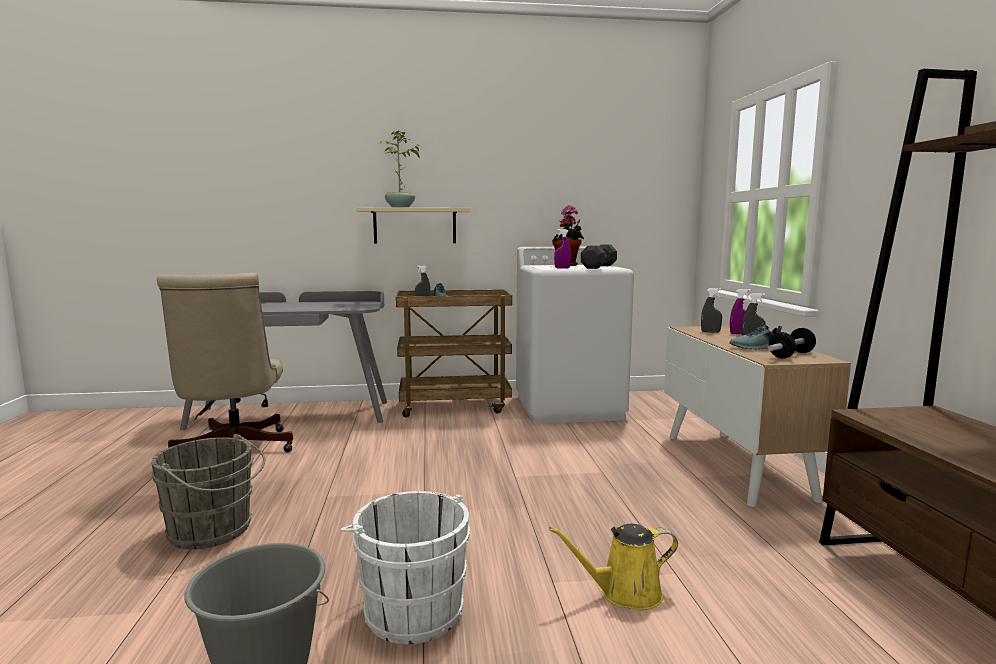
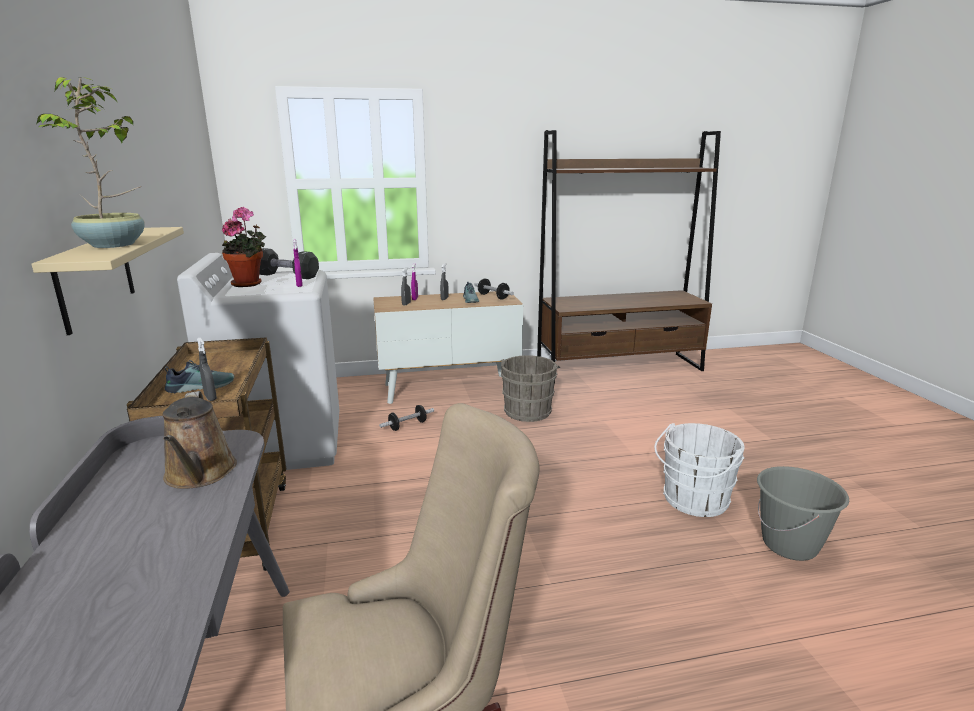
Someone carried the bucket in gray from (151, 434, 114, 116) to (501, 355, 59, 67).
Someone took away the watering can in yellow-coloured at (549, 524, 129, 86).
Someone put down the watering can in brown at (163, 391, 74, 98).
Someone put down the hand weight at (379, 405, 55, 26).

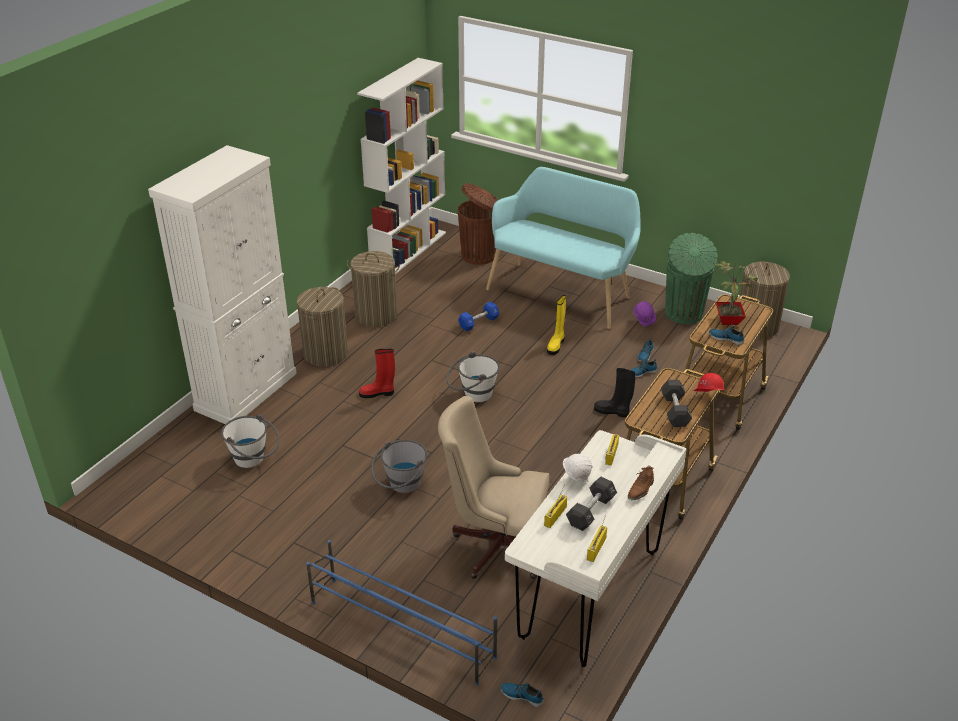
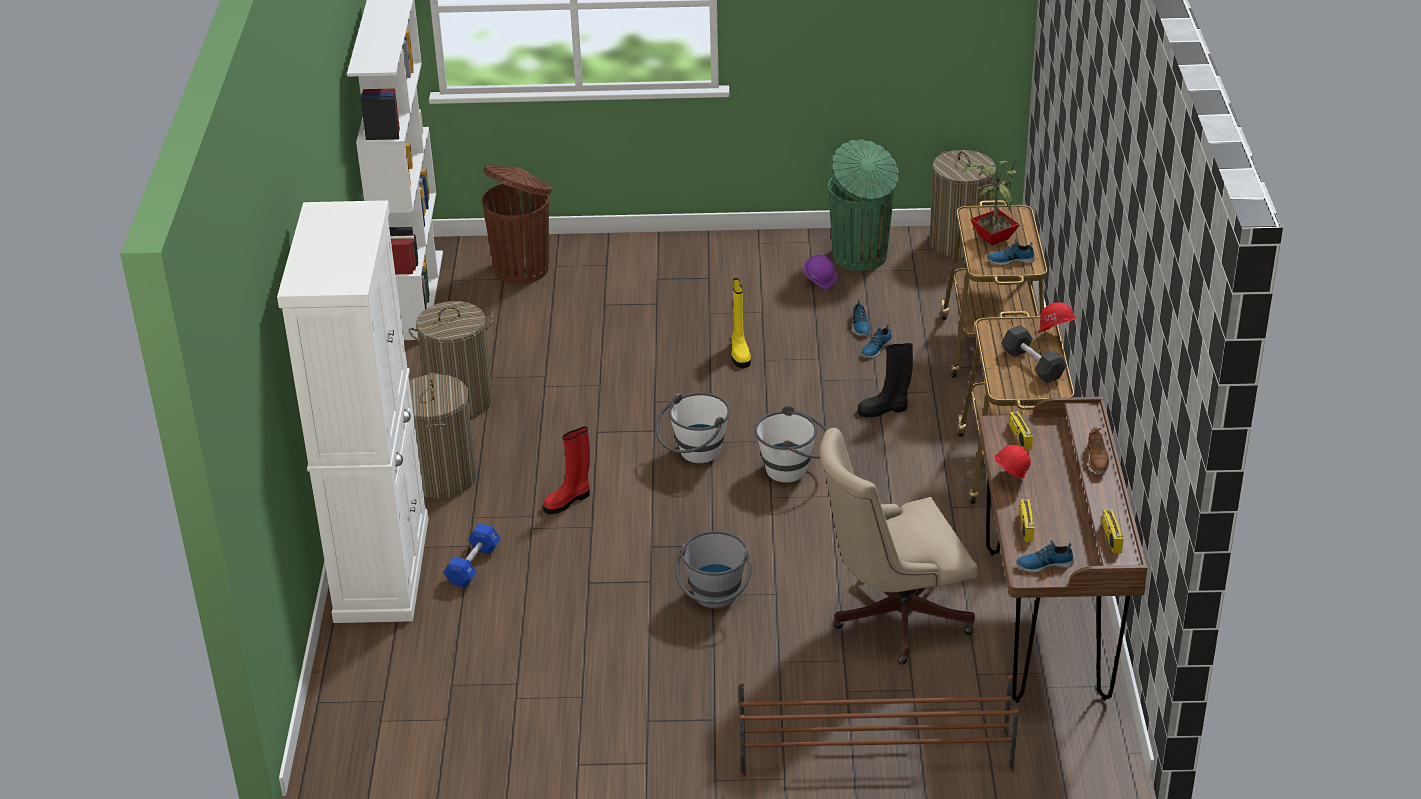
Someone took away the long seat in blue-green at (486, 167, 155, 162).
Someone carried the hand weight in blue-coloured from (458, 302, 41, 29) to (444, 523, 57, 65).
Someone carried the bucket in white from (221, 414, 59, 54) to (754, 405, 74, 78).
Someone repainted the desk table in white at (505, 430, 182, 237), which became the desk table in brown at (979, 397, 168, 306).
Someone repainted the work helmet in white at (563, 454, 29, 28), which became the work helmet in reddish at (994, 445, 37, 33).
Someone took away the hand weight in black-coloured at (566, 476, 51, 55).
Someone repainted the shoe shelf in blue-coloured at (306, 540, 191, 145), which became the shoe shelf in brown at (739, 675, 280, 102).
Someone carried the item of footwear from (501, 682, 43, 25) to (1016, 540, 58, 32).

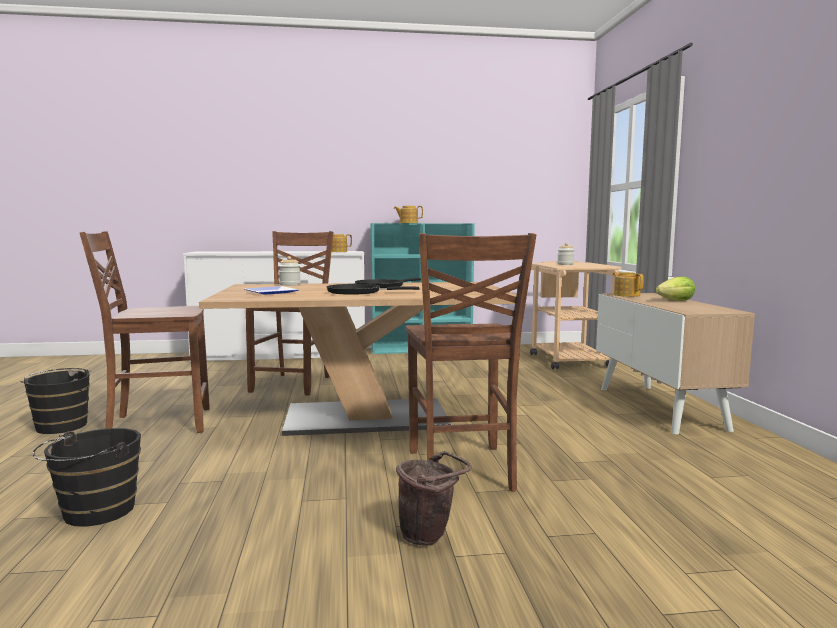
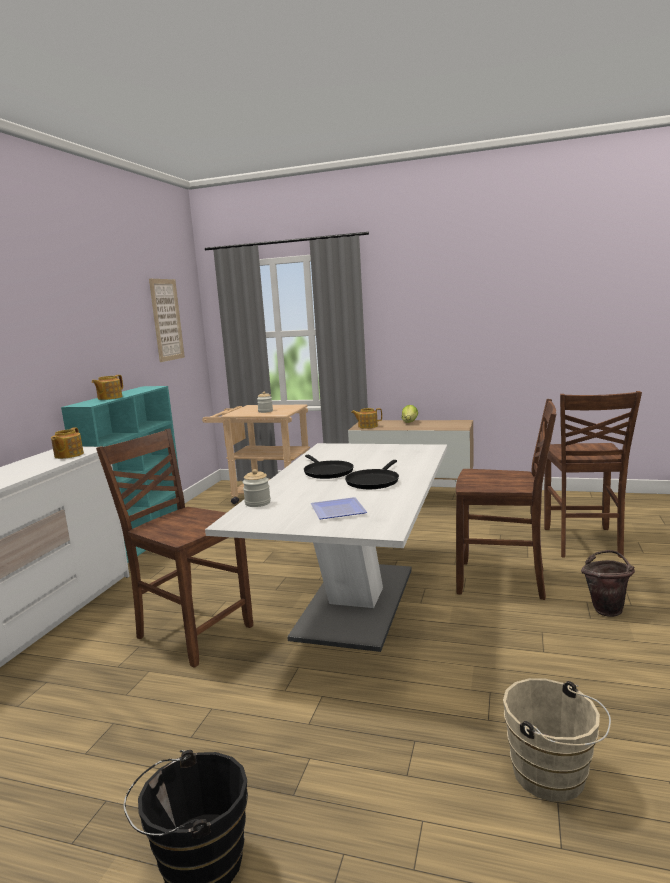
Someone carried the chair in brown from (80, 231, 130, 202) to (544, 391, 98, 167).
Someone repainted the dinner table in brown at (199, 282, 318, 154), which became the dinner table in white at (205, 443, 242, 209).
Someone repainted the bucket in black-coloured at (33, 428, 108, 99), which became the bucket in beige at (503, 678, 108, 124).
Someone put up the wall art at (149, 279, 36, 83).

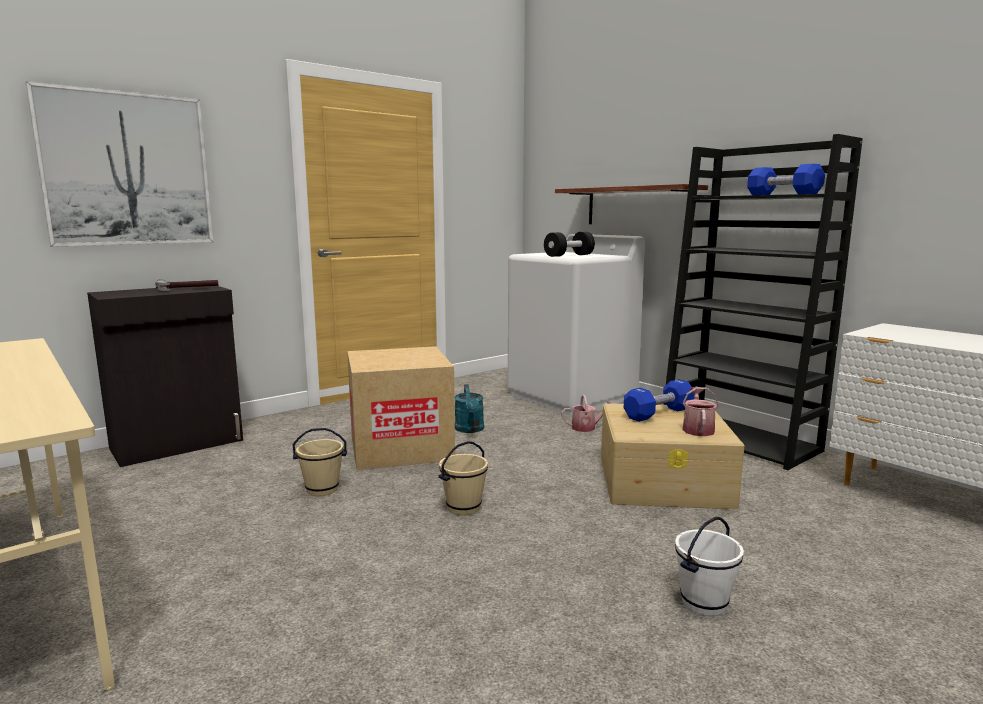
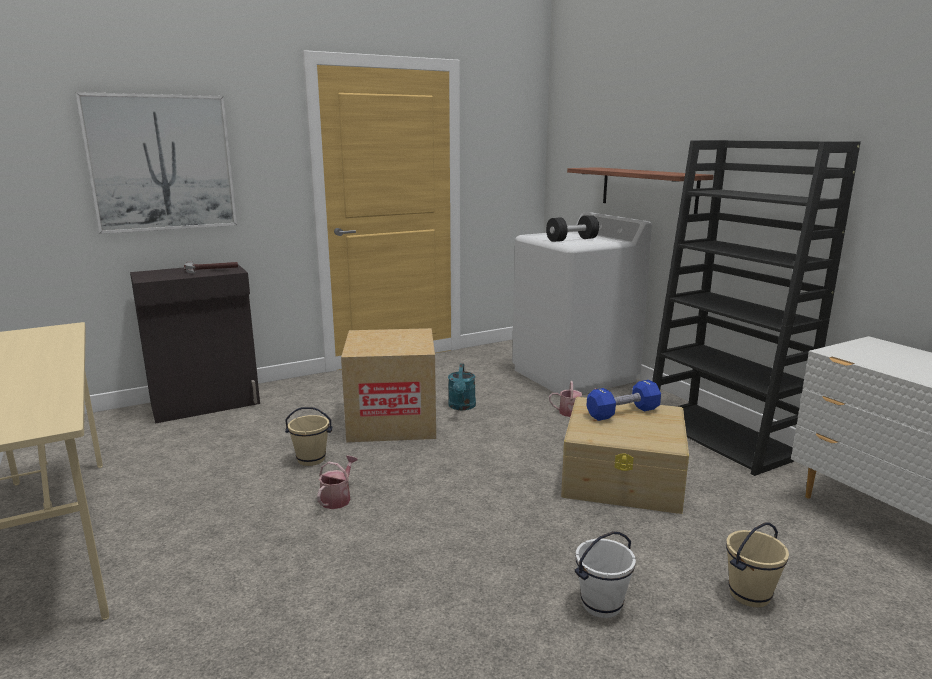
Someone took away the hand weight in blue-coloured at (747, 164, 78, 31).
Someone carried the watering can from (683, 387, 36, 49) to (317, 456, 41, 53).
Someone carried the bucket in beige from (438, 441, 50, 74) to (726, 522, 63, 85).

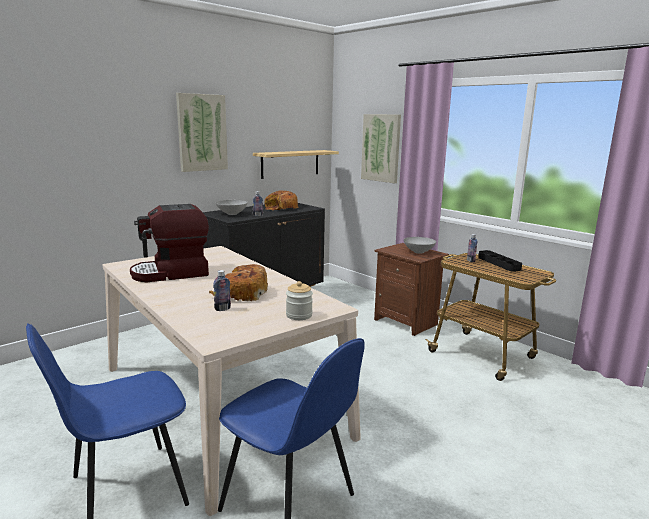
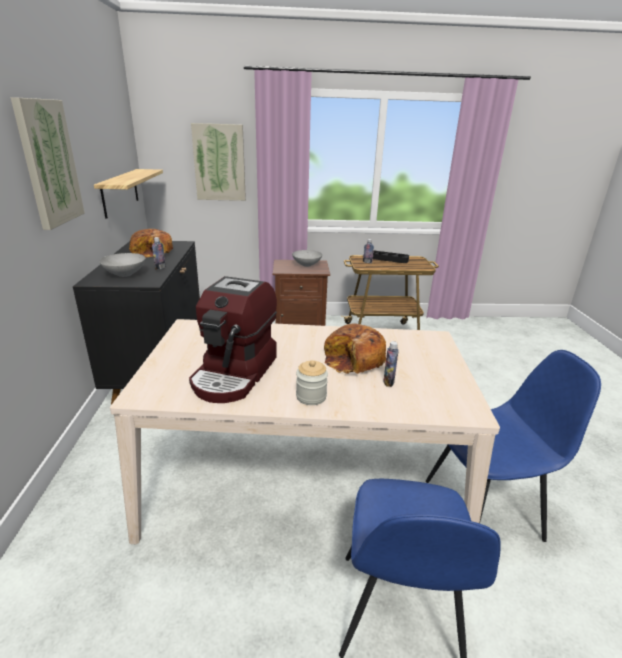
Someone carried the jar from (286, 281, 27, 39) to (296, 360, 32, 45).

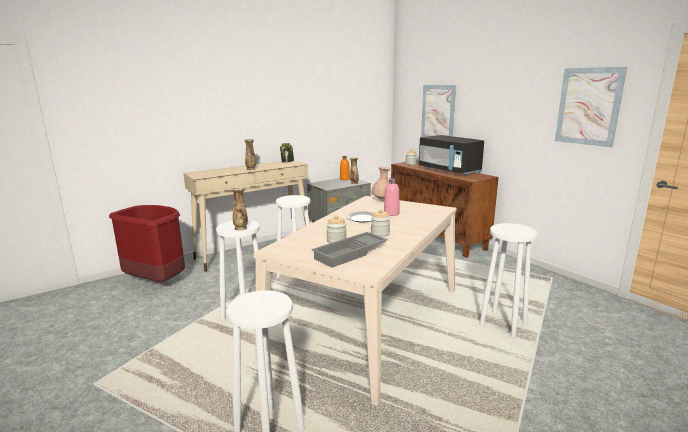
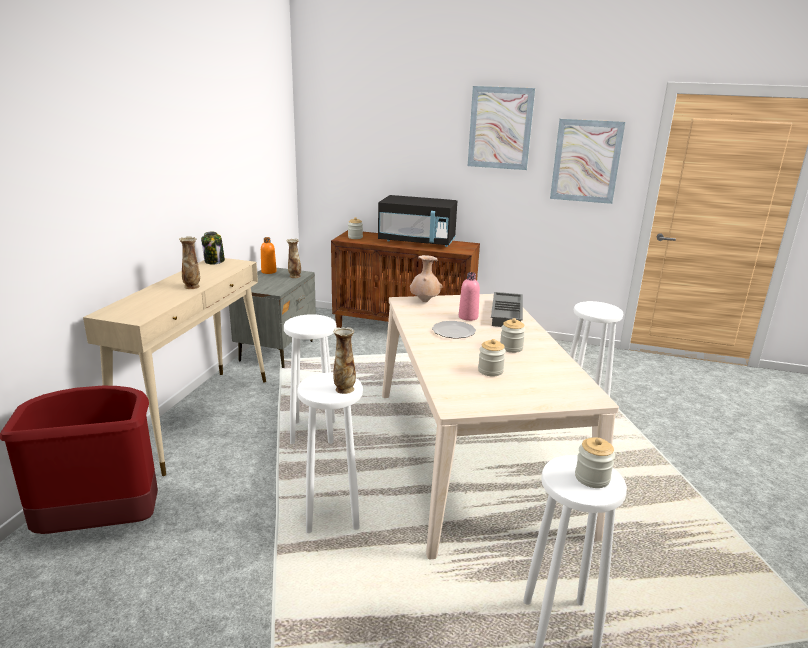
Someone carried the wall art from (421, 85, 35, 52) to (468, 86, 67, 84).
Someone carried the serving tray in gray from (311, 232, 77, 36) to (491, 292, 32, 35).
Someone put down the jar at (575, 437, 40, 51).

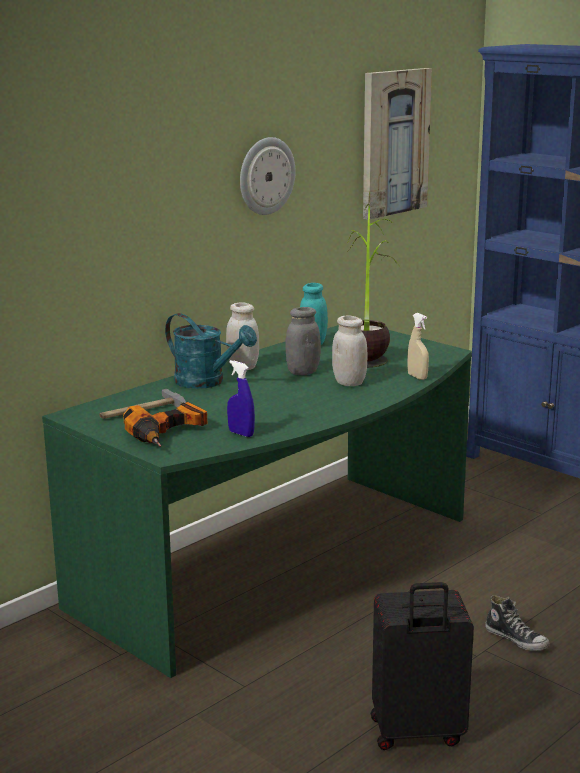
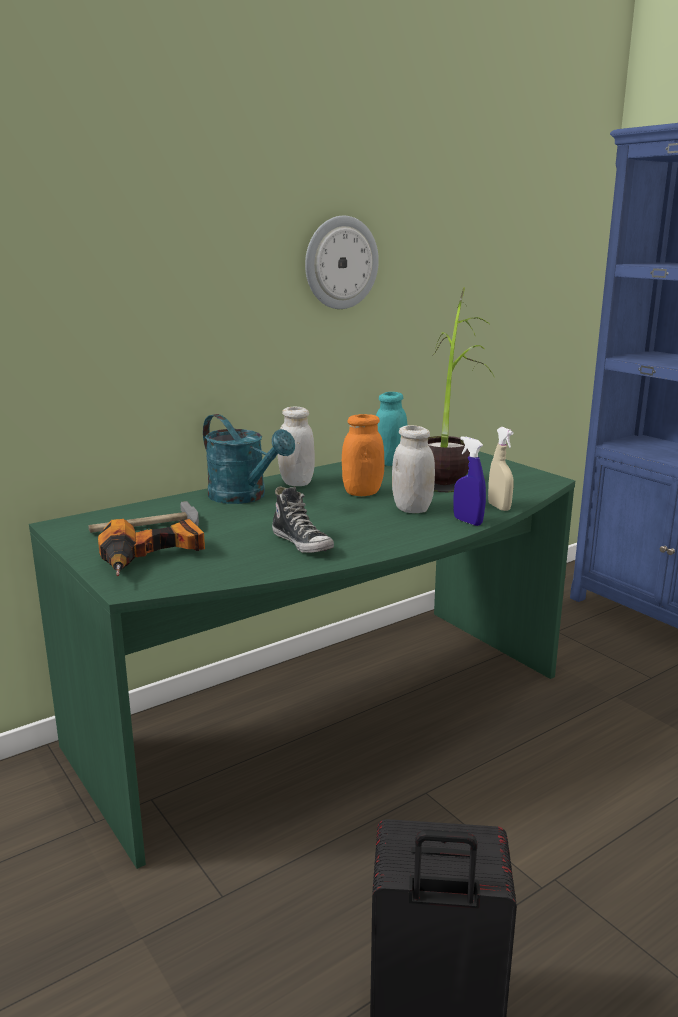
Someone took away the wall art at (363, 68, 69, 151).
Someone repainted the jar in gray at (285, 307, 36, 68), which became the jar in orange-coloured at (342, 414, 42, 82).
Someone carried the spray bottle in blue-coloured from (227, 360, 28, 77) to (453, 436, 33, 90).
Someone carried the item of footwear from (485, 595, 65, 56) to (272, 487, 62, 66).

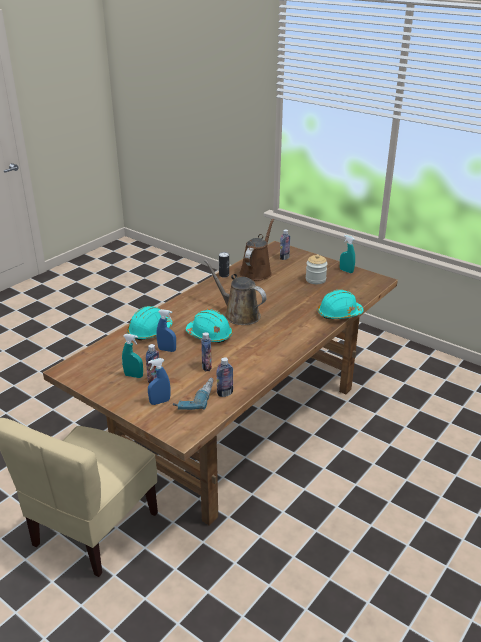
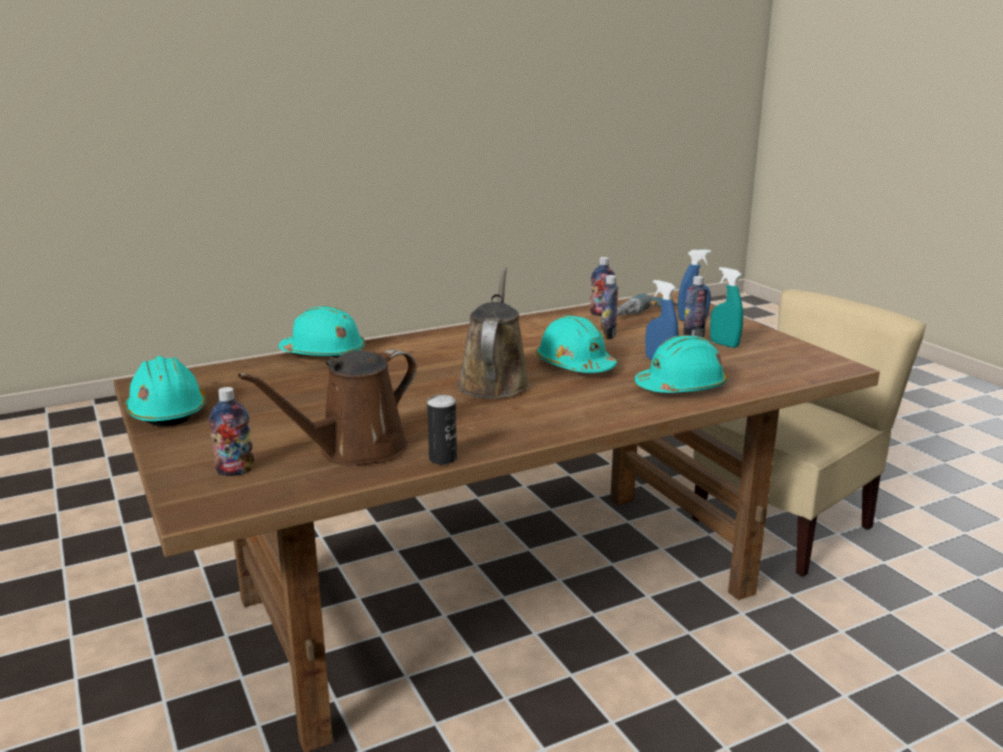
Someone swapped the spray bottle in blue-green at (340, 235, 15, 38) for the work helmet in blue-green at (125, 356, 81, 71).
Someone took away the jar at (306, 254, 21, 30).
Someone rotated the watering can in brown at (204, 259, 63, 66) by 150 degrees counterclockwise.

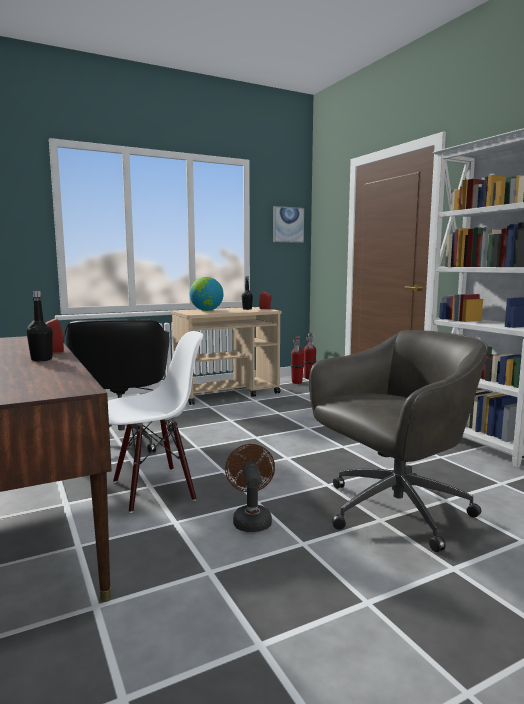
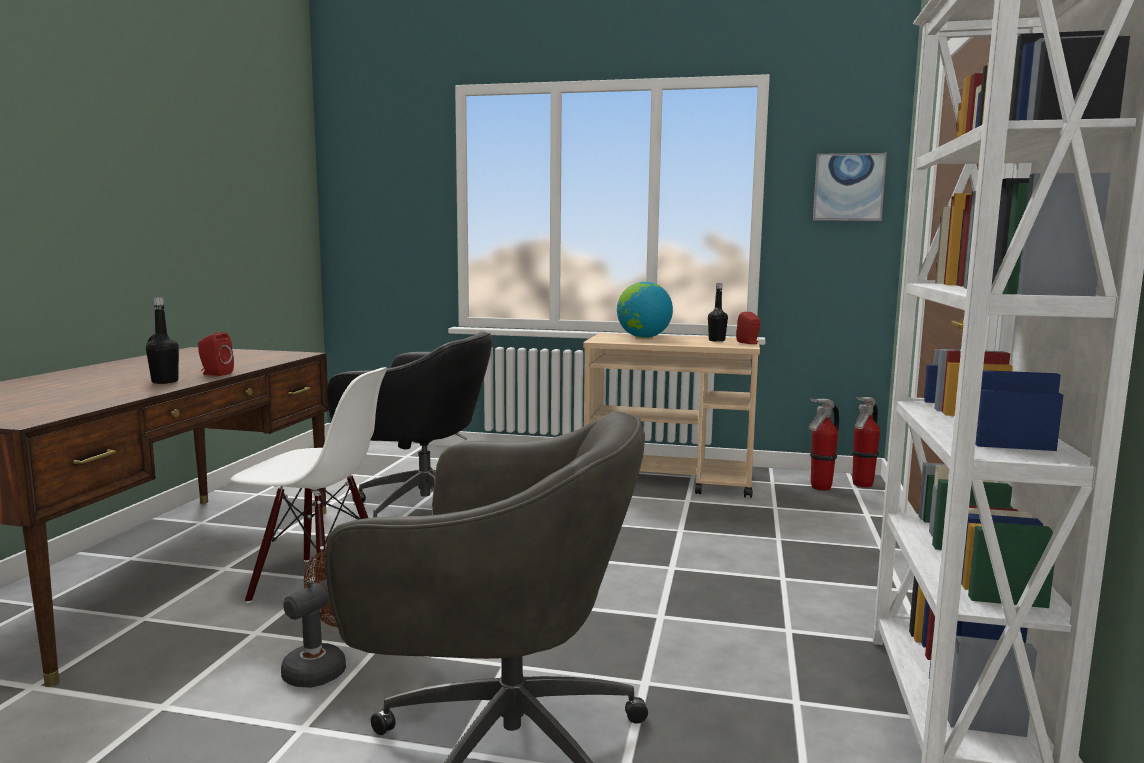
Someone rotated the computer chair in black-coloured at (64, 319, 109, 134) by 105 degrees counterclockwise.

